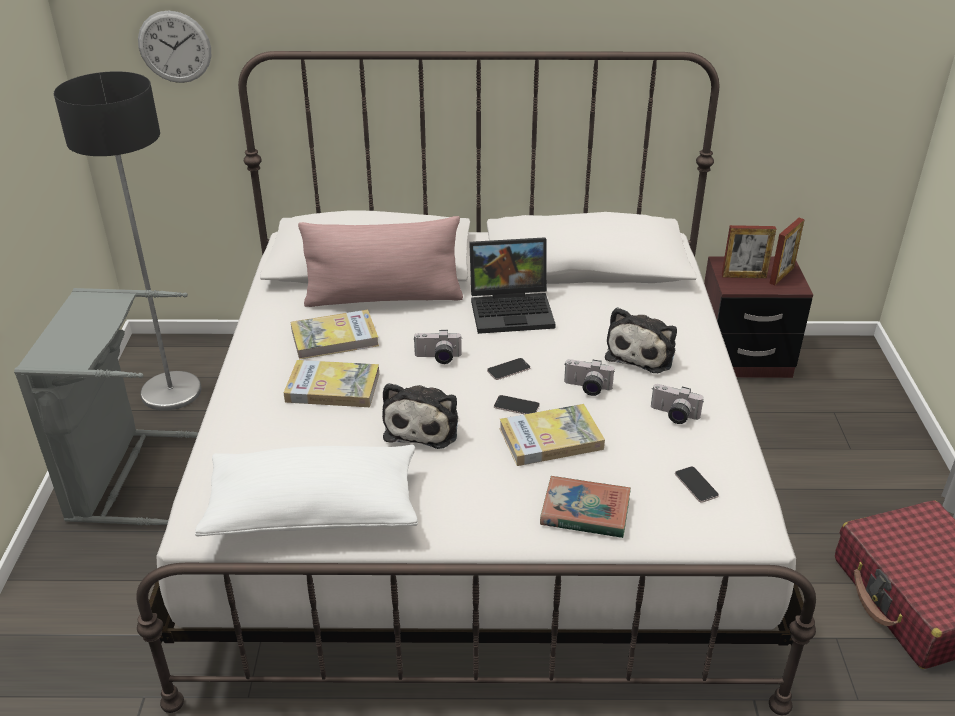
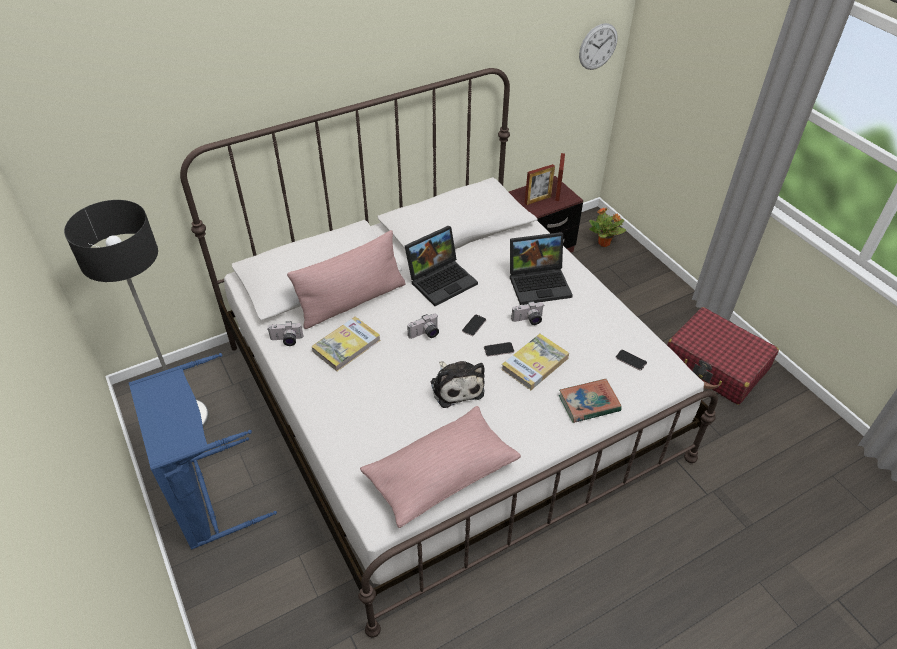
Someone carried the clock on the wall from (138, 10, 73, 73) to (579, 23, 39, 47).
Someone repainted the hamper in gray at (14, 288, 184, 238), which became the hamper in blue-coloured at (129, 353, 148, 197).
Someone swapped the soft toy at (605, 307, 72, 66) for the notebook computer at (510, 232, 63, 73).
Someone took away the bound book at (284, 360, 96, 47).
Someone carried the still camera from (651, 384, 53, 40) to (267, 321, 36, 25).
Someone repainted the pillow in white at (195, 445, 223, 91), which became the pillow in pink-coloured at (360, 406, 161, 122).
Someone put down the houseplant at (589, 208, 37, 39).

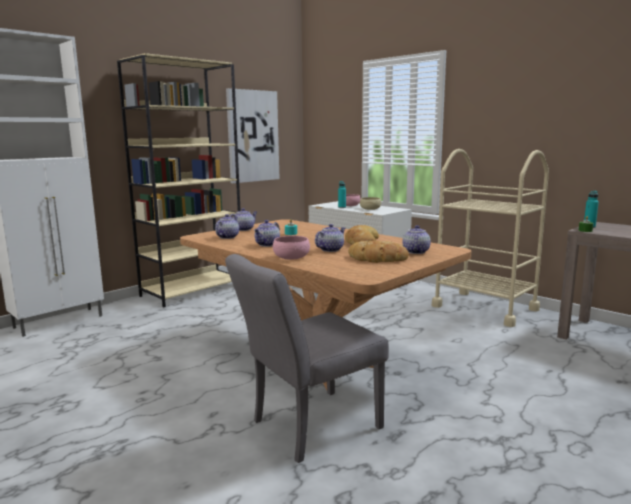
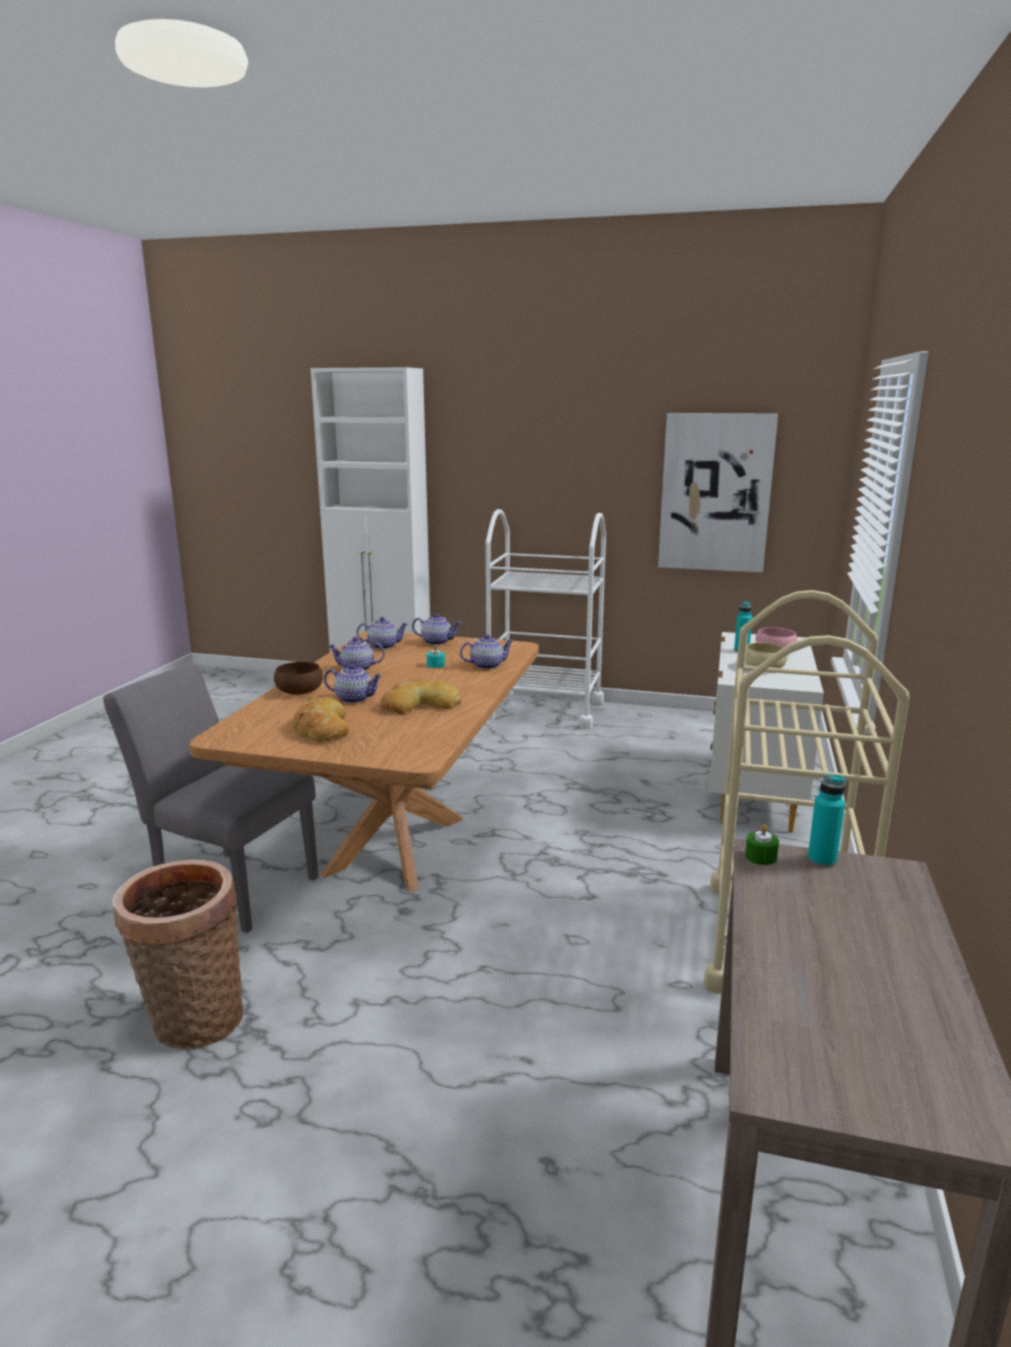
Someone swapped the bookshelf in beige at (117, 53, 124, 255) for the wheeled cart in white at (486, 509, 120, 220).
Someone carried the pot for tea from (402, 225, 29, 29) to (460, 634, 53, 35).
Someone repainted the serving bowl in pink-coloured at (273, 236, 37, 24), which became the serving bowl in brown at (274, 662, 49, 33).
Someone put down the household basket at (112, 860, 132, 189).

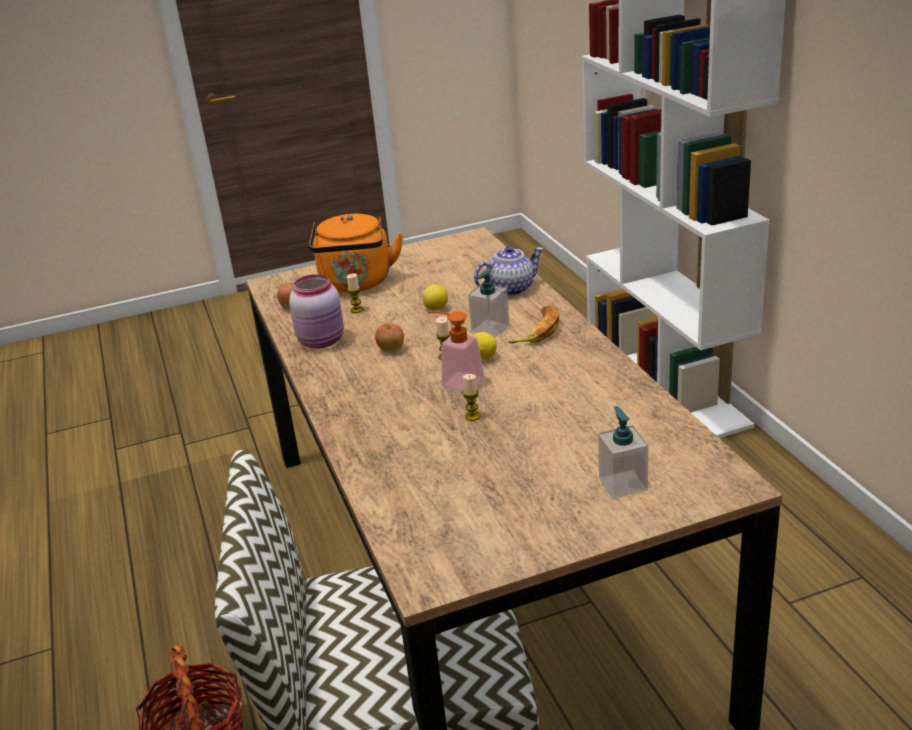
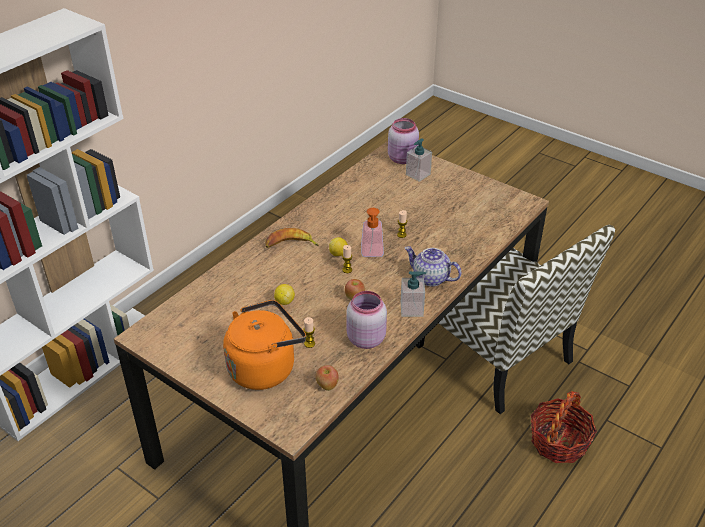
Someone carried the pot for tea from (474, 246, 70, 50) to (405, 246, 56, 40).
Someone carried the liquid soap bottle from (468, 268, 42, 69) to (401, 271, 25, 46).
Someone put down the jar in pink-coloured at (388, 118, 31, 46).

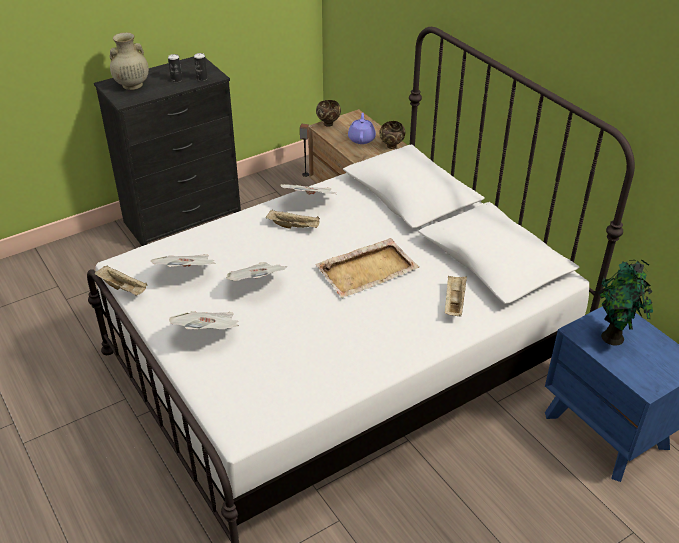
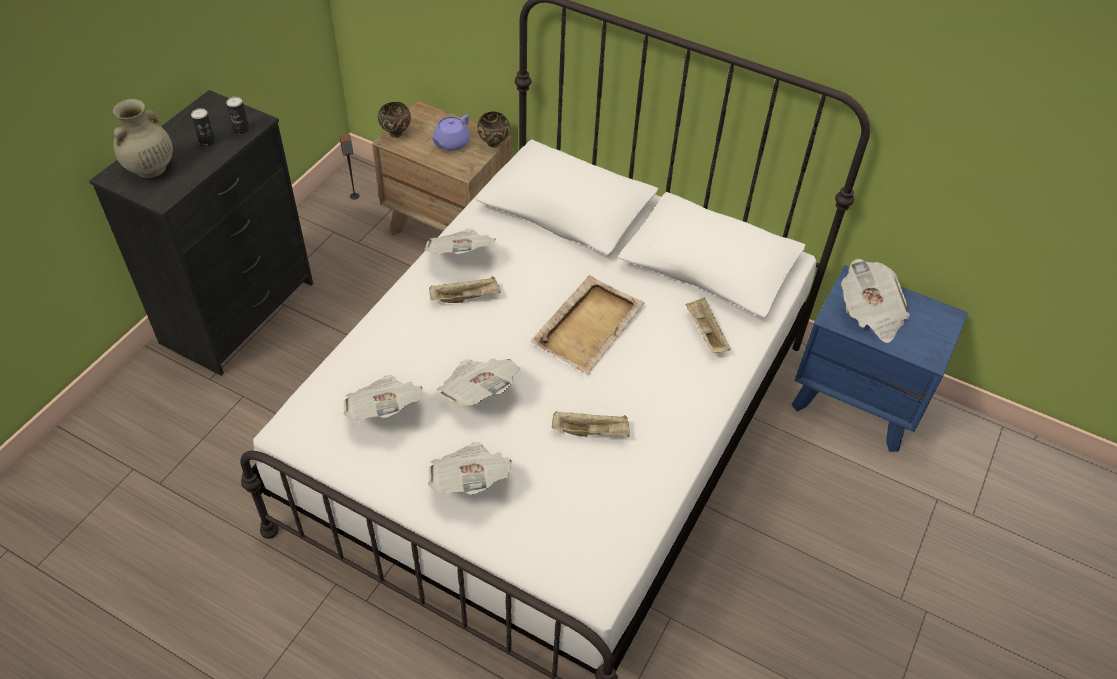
Someone rotated the pot for tea in purple-coloured at (348, 113, 28, 31) by 120 degrees counterclockwise.
Someone swapped the houseplant at (598, 259, 55, 87) for the newspaper at (841, 259, 69, 84).
Someone carried the serving tray in beige from (95, 265, 53, 31) to (552, 411, 78, 26).

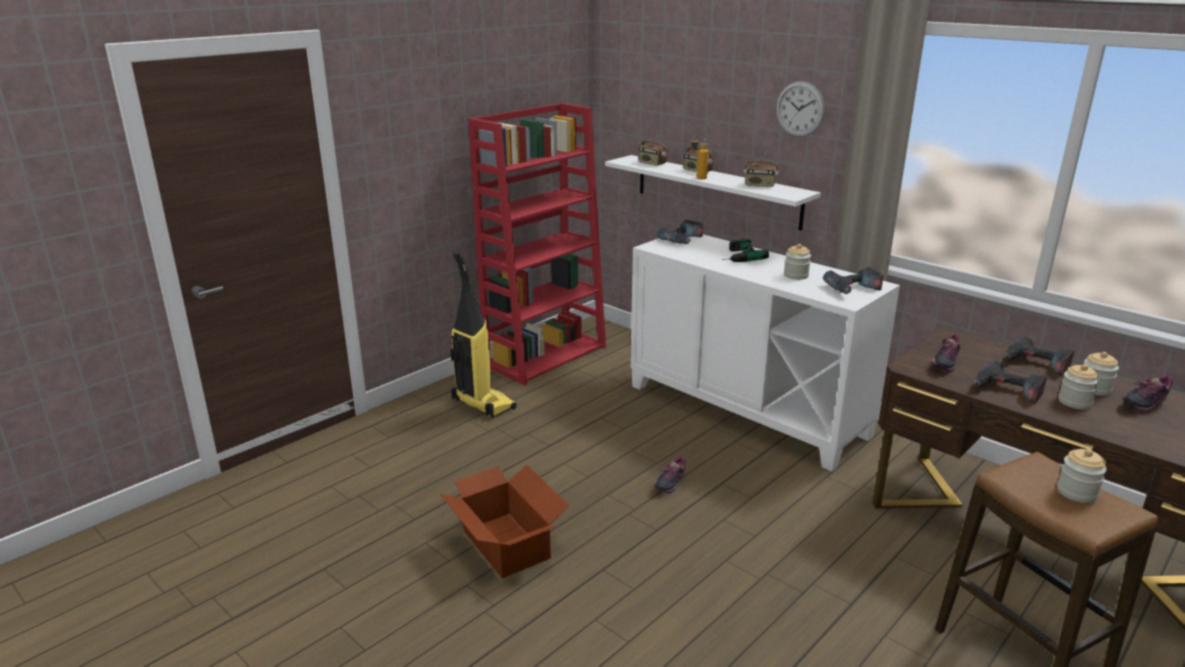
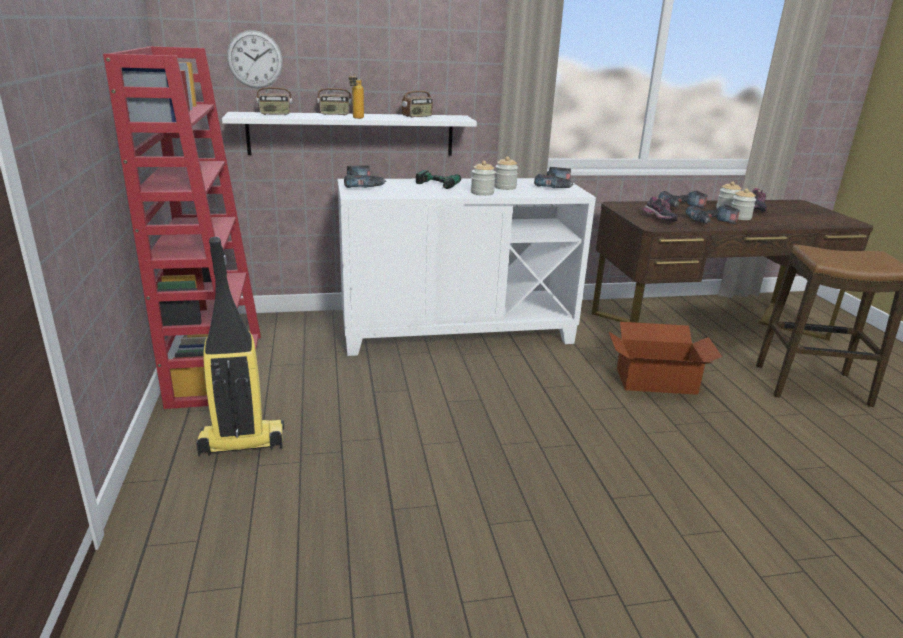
Someone carried the clock on the wall from (776, 81, 49, 56) to (227, 30, 56, 58).
Someone carried the jar from (1057, 449, 50, 54) to (471, 161, 25, 35).
Someone took away the item of footwear at (654, 456, 31, 37).
Someone carried the cardboard box from (440, 465, 129, 113) to (608, 322, 114, 73).

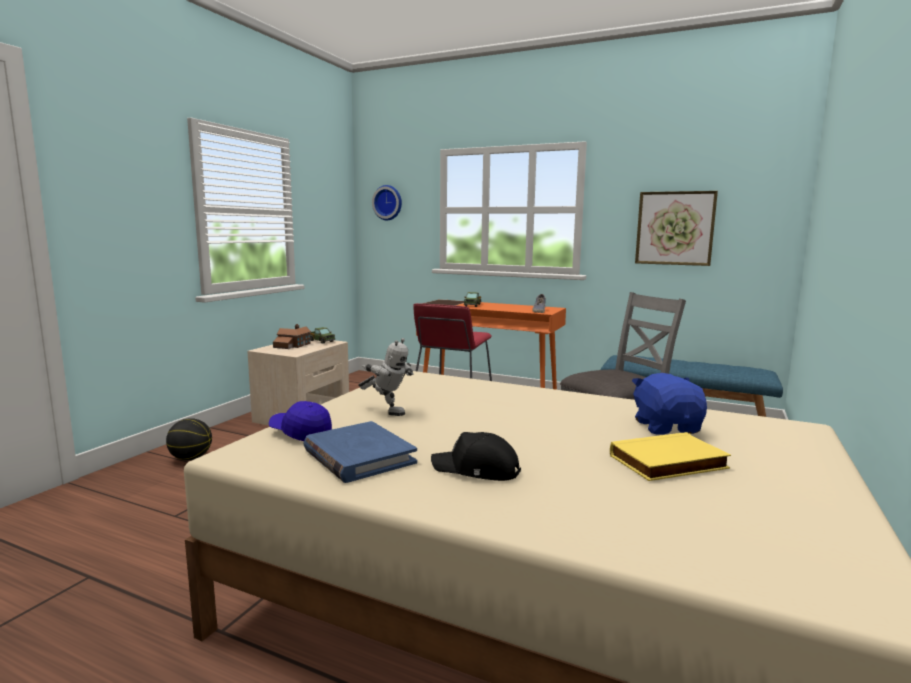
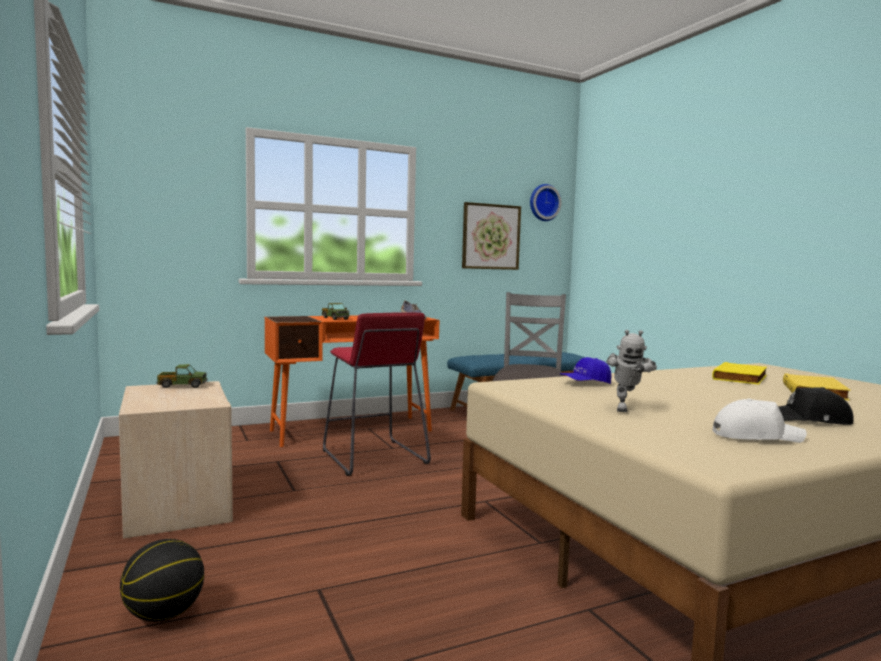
Someone carried the clock on the wall from (372, 185, 30, 35) to (530, 184, 31, 37).
Someone took away the toy house at (273, 324, 38, 25).
Someone rotated the toy robot at (358, 338, 56, 78) by 120 degrees clockwise.
Someone swapped the soft toy in blue-coloured at (632, 373, 75, 62) for the bound book in yellow-coloured at (712, 362, 55, 23).
Someone carried the peaked cap in blue-coloured from (269, 401, 63, 40) to (560, 357, 51, 27).
Someone swapped the bound book in blue-coloured at (304, 421, 113, 62) for the peaked cap in white at (713, 399, 94, 44).
Someone rotated the peaked cap in black-coloured at (431, 432, 90, 49) by 45 degrees clockwise.

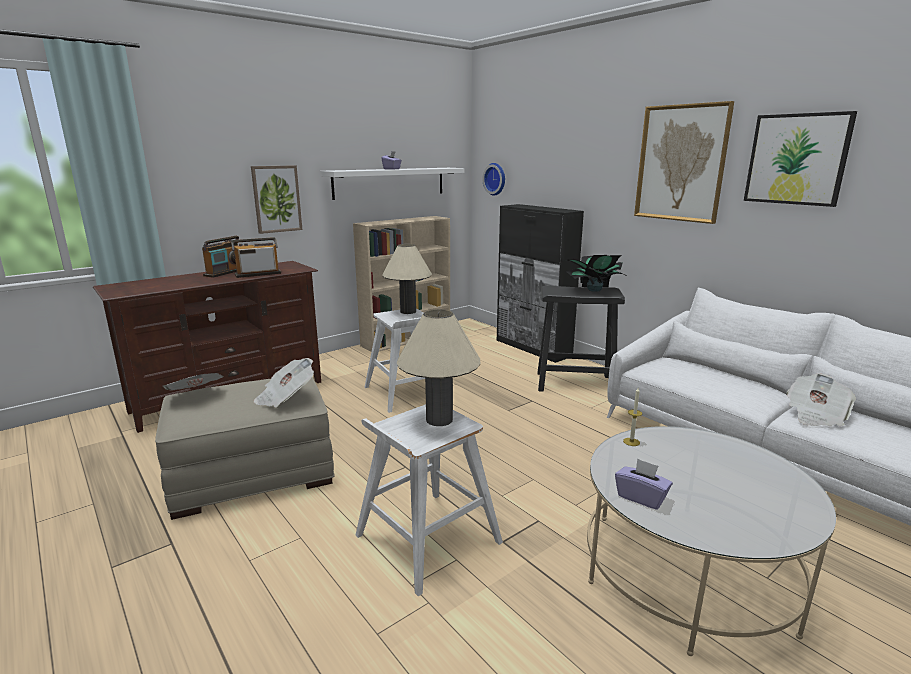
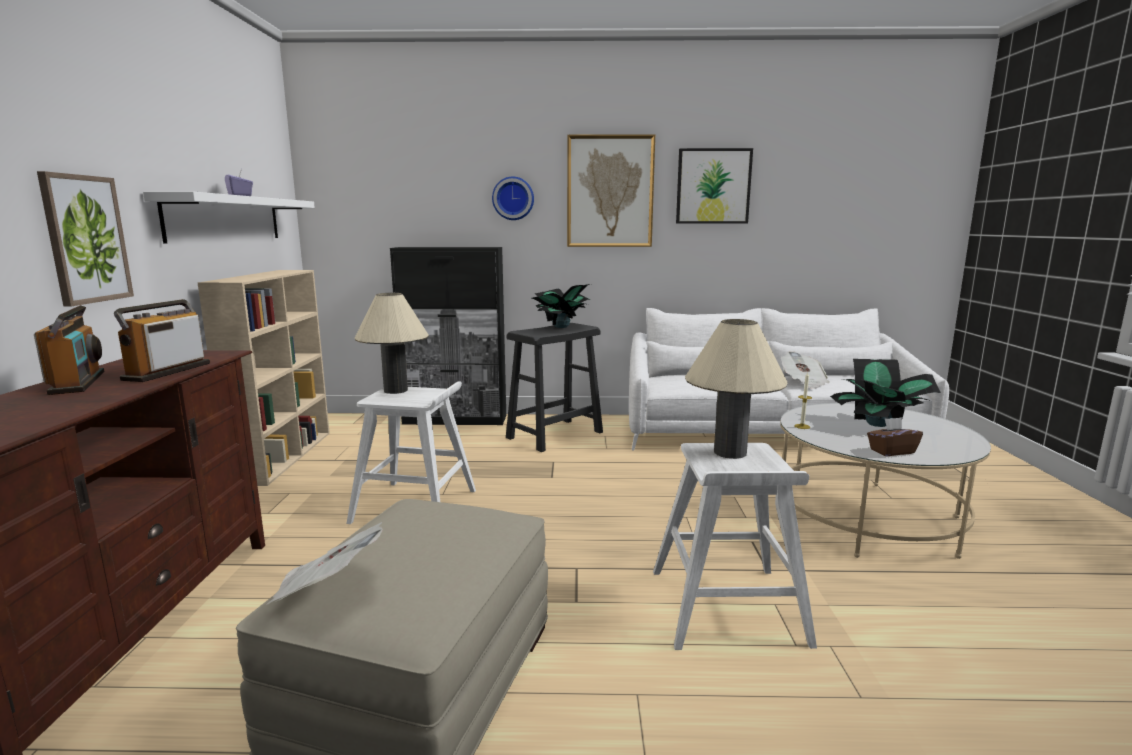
Someone carried the clock on the wall from (482, 163, 23, 32) to (492, 176, 42, 44).
Someone took away the newspaper at (254, 358, 60, 49).
Someone repainted the tissue holder in purple-coloured at (615, 458, 58, 52), which became the tissue holder in brown at (867, 417, 56, 39).
Someone put down the houseplant at (830, 359, 111, 68).

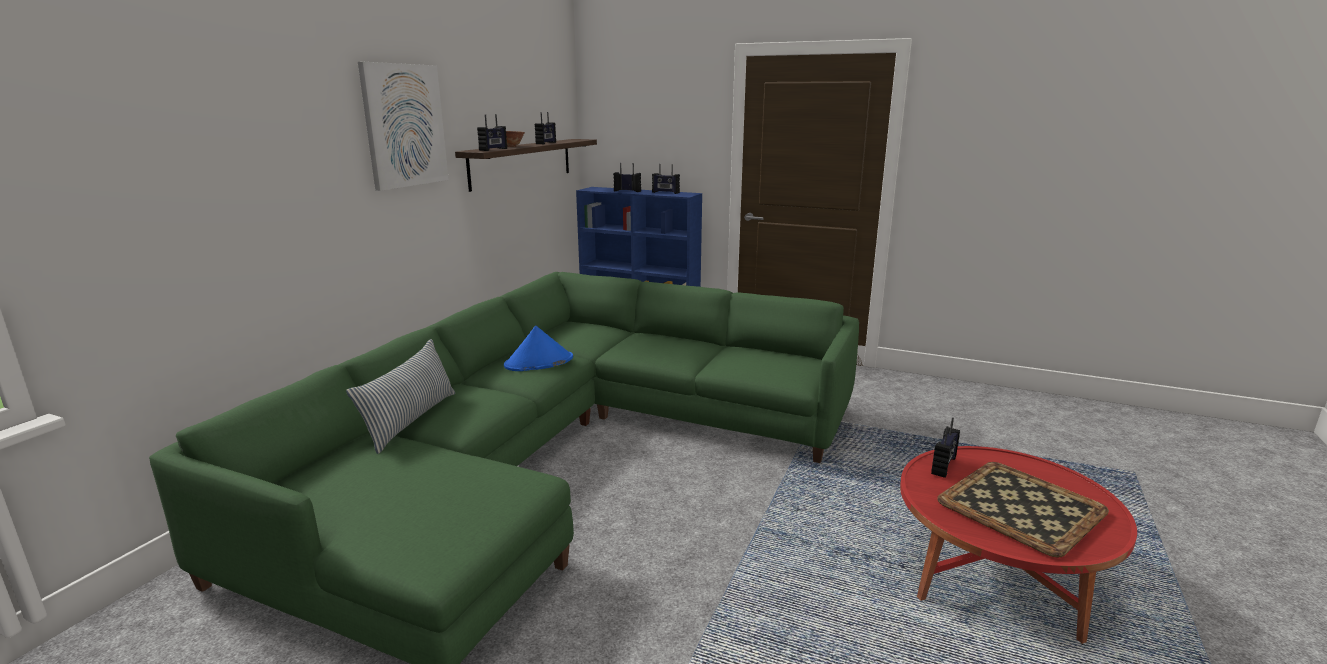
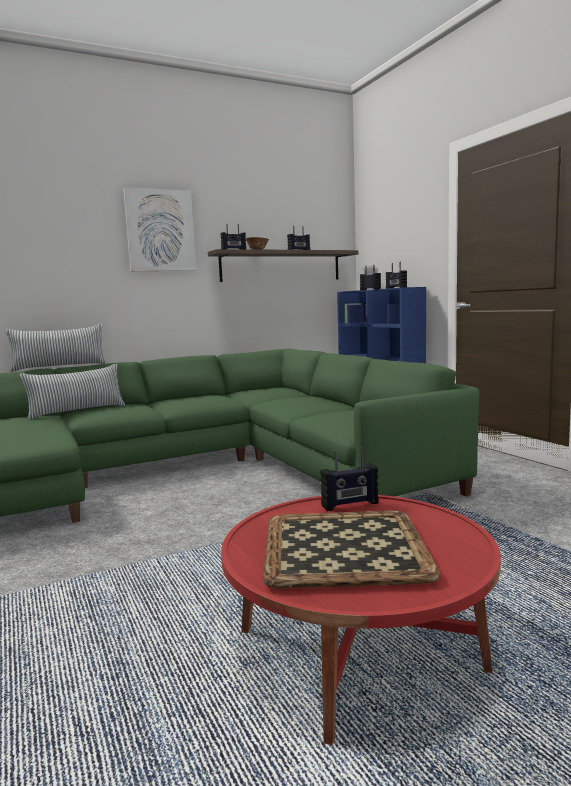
Someone took away the hat in blue-coloured at (504, 326, 69, 45).
Someone put down the pillow at (6, 324, 101, 48).

